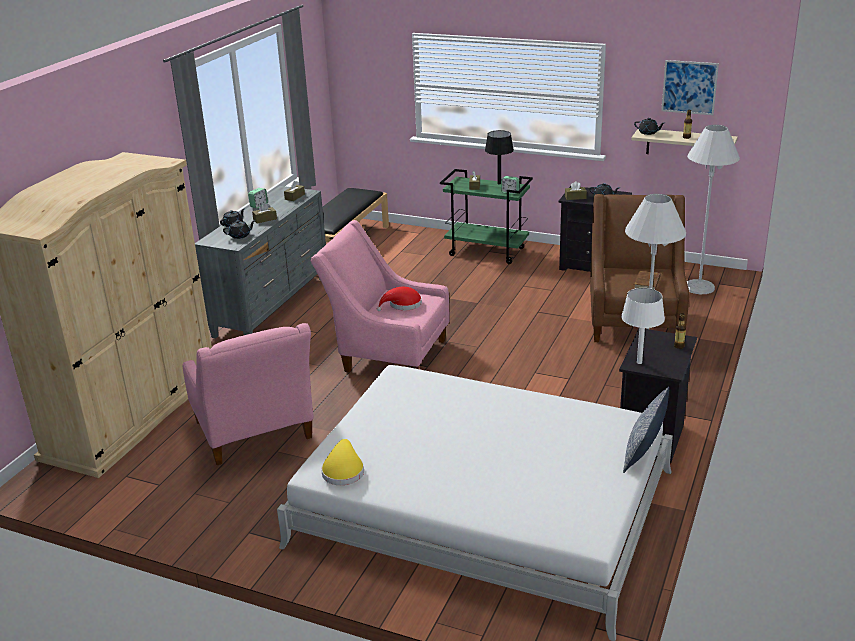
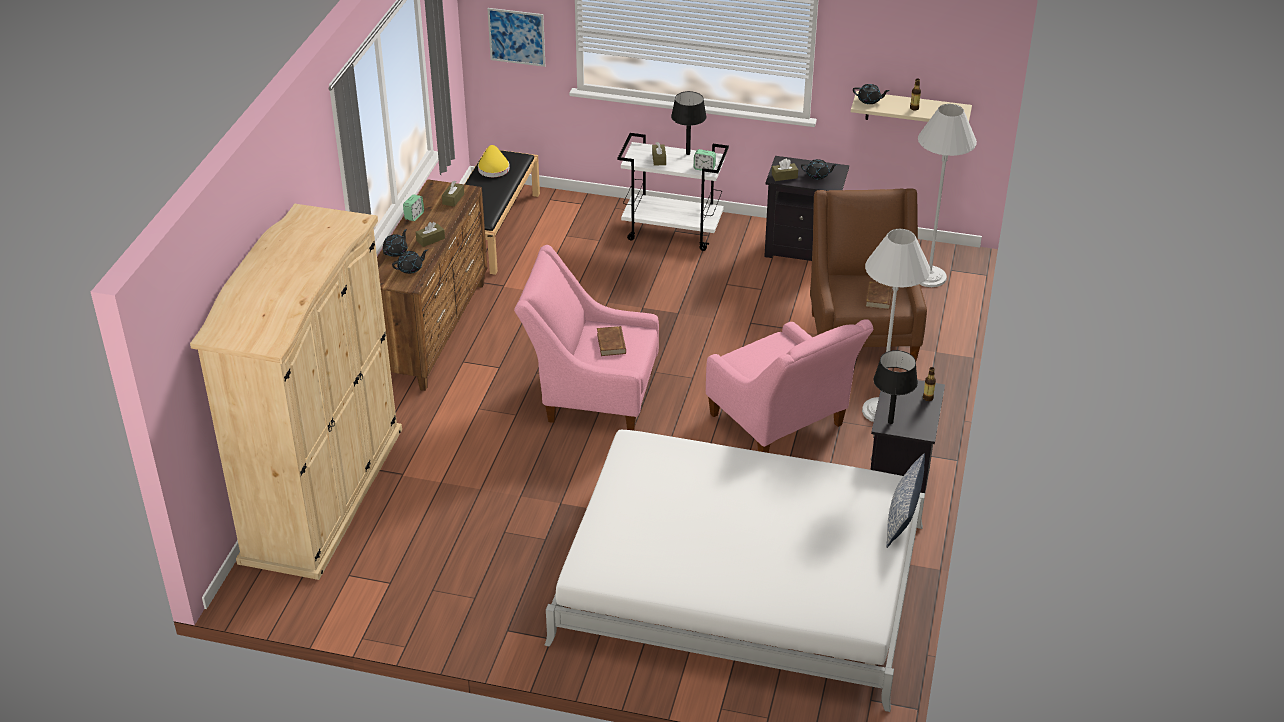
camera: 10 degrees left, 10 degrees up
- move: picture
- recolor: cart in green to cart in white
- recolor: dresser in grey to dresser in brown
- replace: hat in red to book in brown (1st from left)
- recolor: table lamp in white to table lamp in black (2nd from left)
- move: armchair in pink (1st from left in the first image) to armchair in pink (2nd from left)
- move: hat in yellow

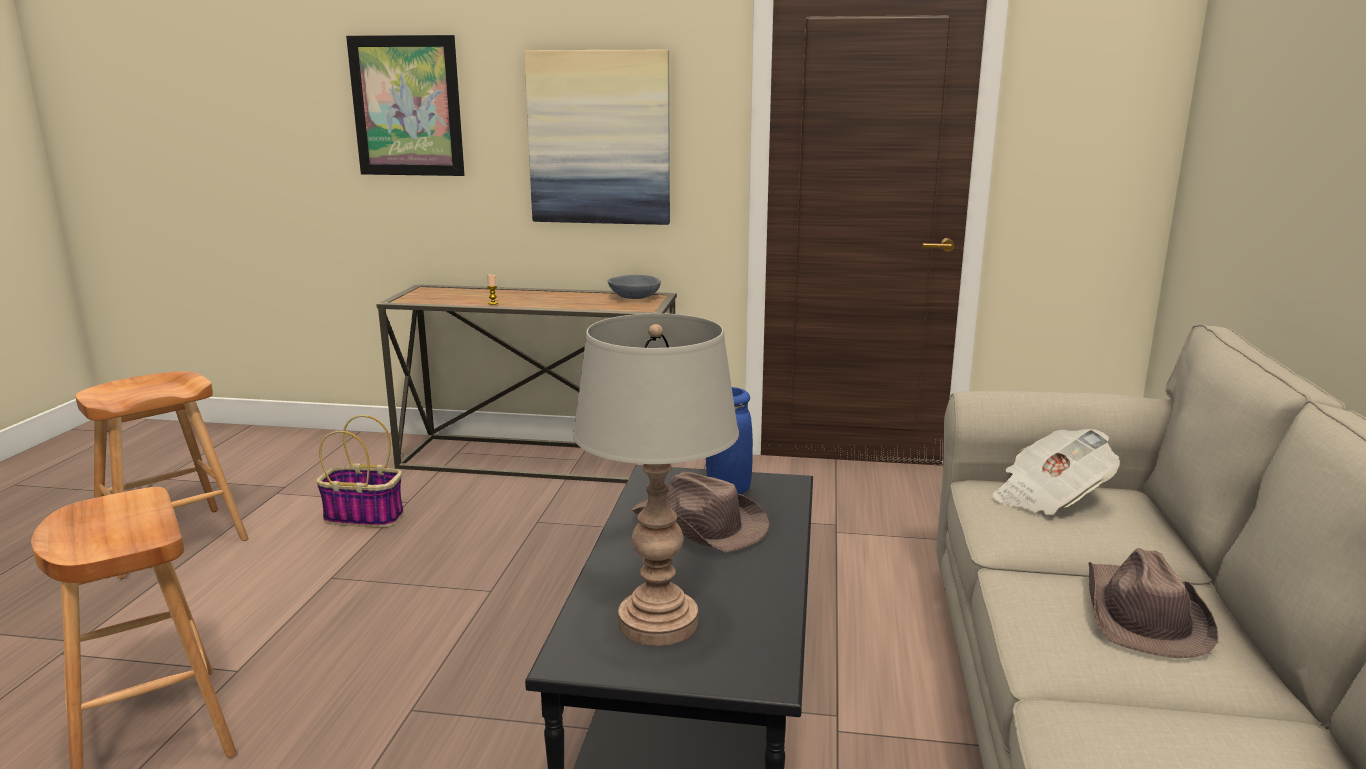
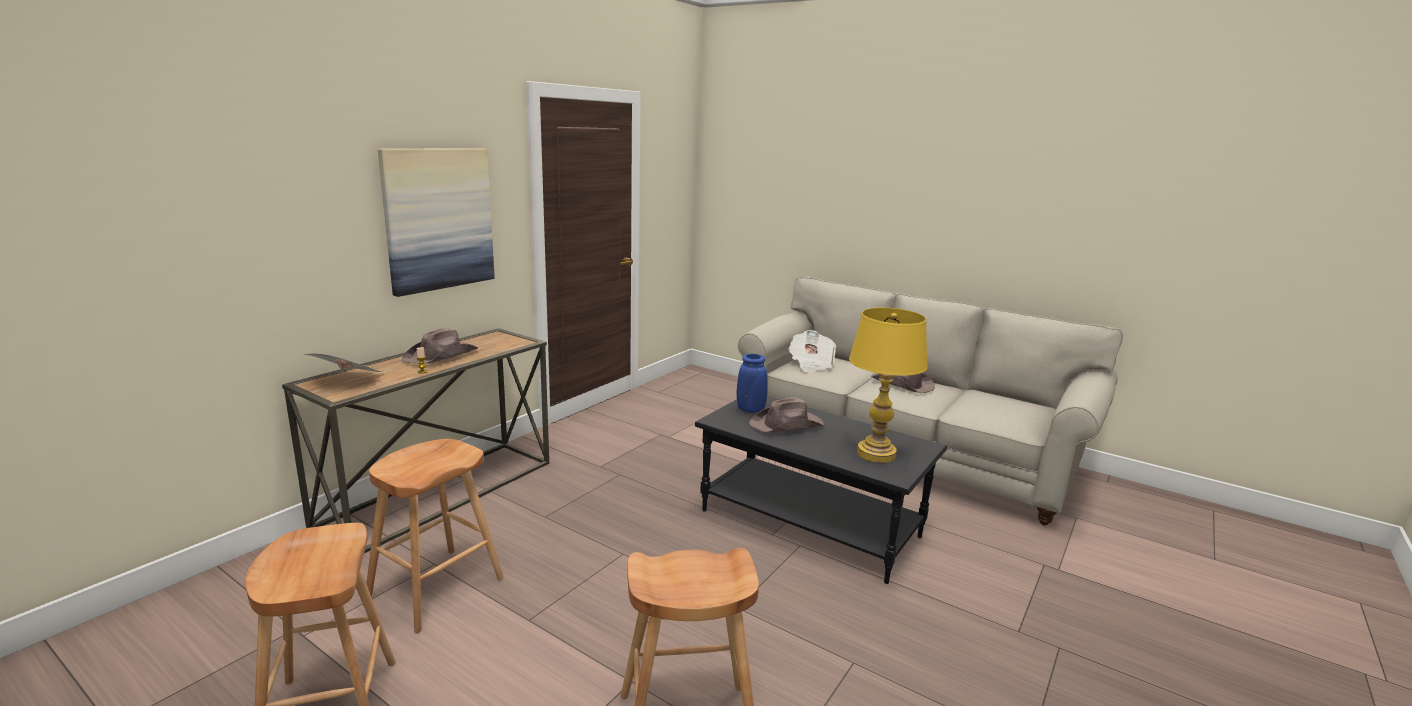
camera: 65 degrees left, 0 degrees up
- delete: picture (1st from left)
- delete: bowl in grey
- recolor: table lamp in grey to table lamp in yellow
- replace: basket to stool in brown (2nd from left)
- insert: hat in brown (1st from left)
- insert: newspaper (1st from left)

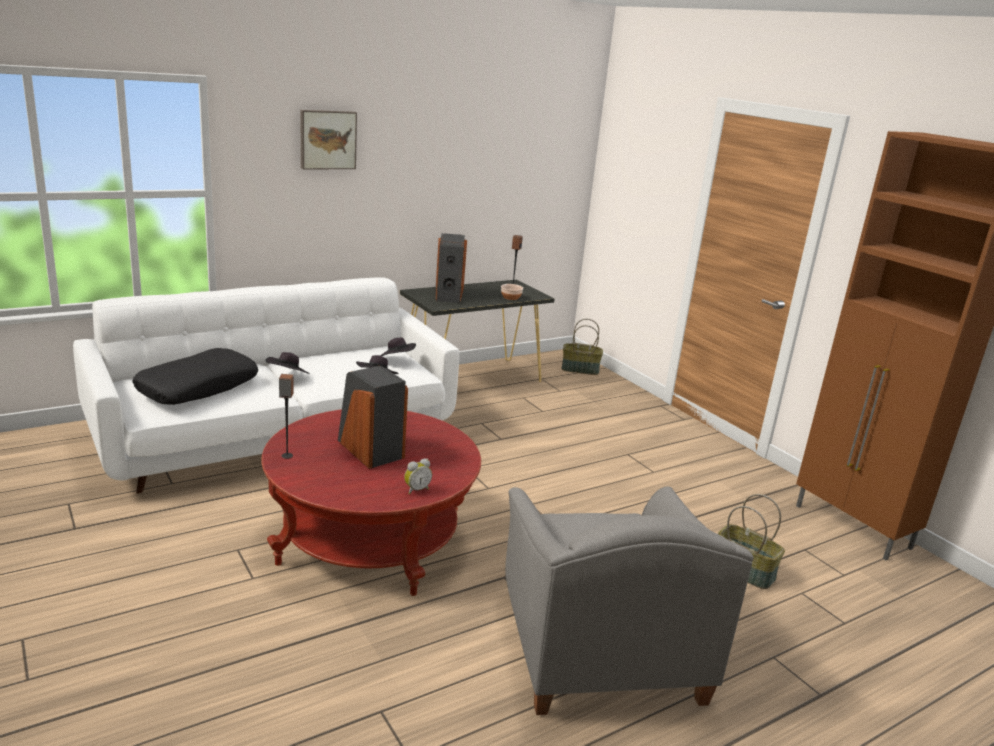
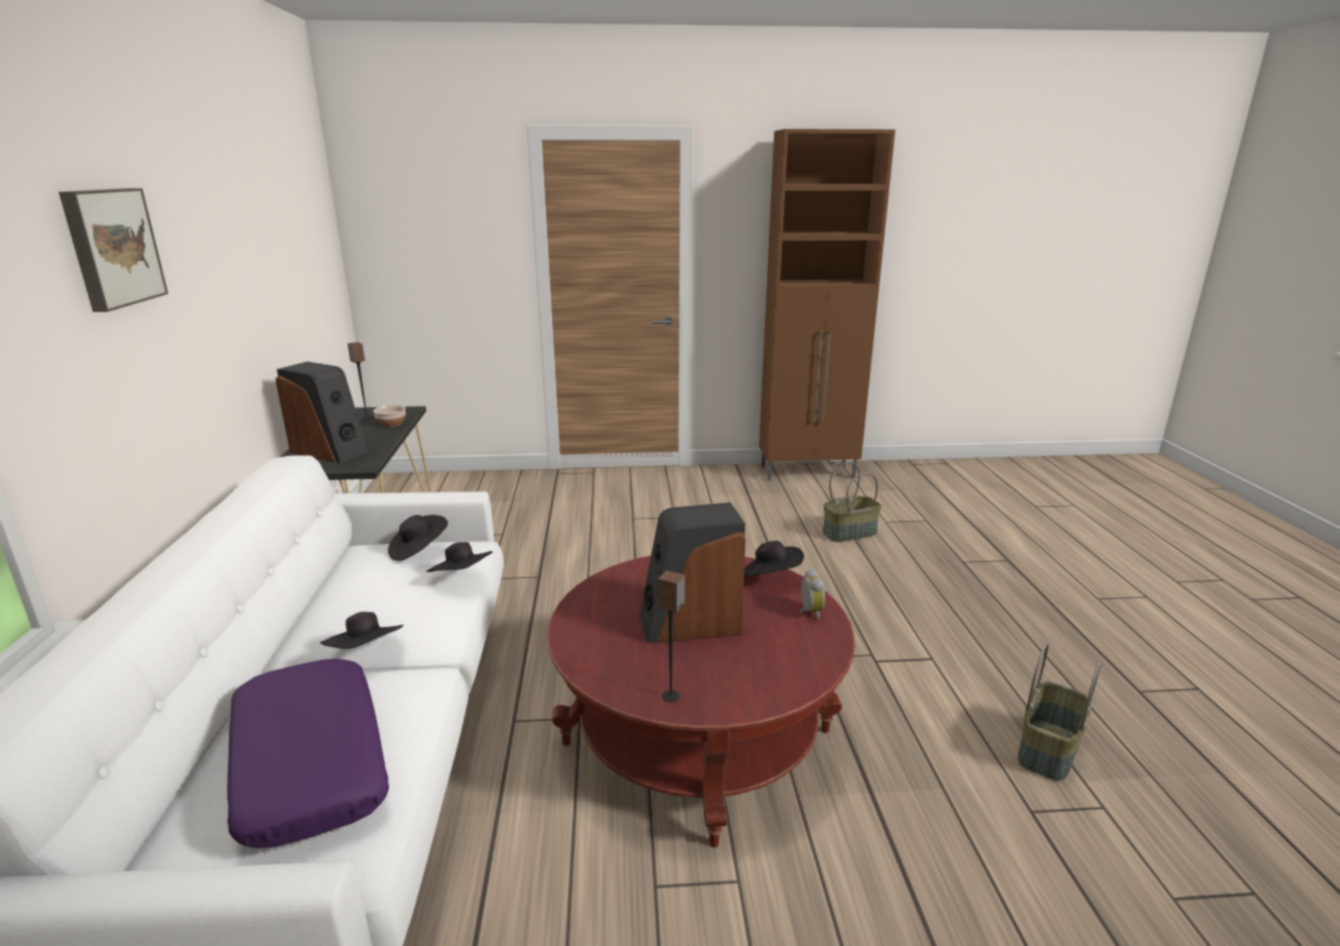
camera: 60 degrees left, 0 degrees up
- move: basket (1st from left in the first image) to basket (2nd from left)
- recolor: pillow in black to pillow in purple
- delete: armchair in grey
- insert: hat in black (4th from left)

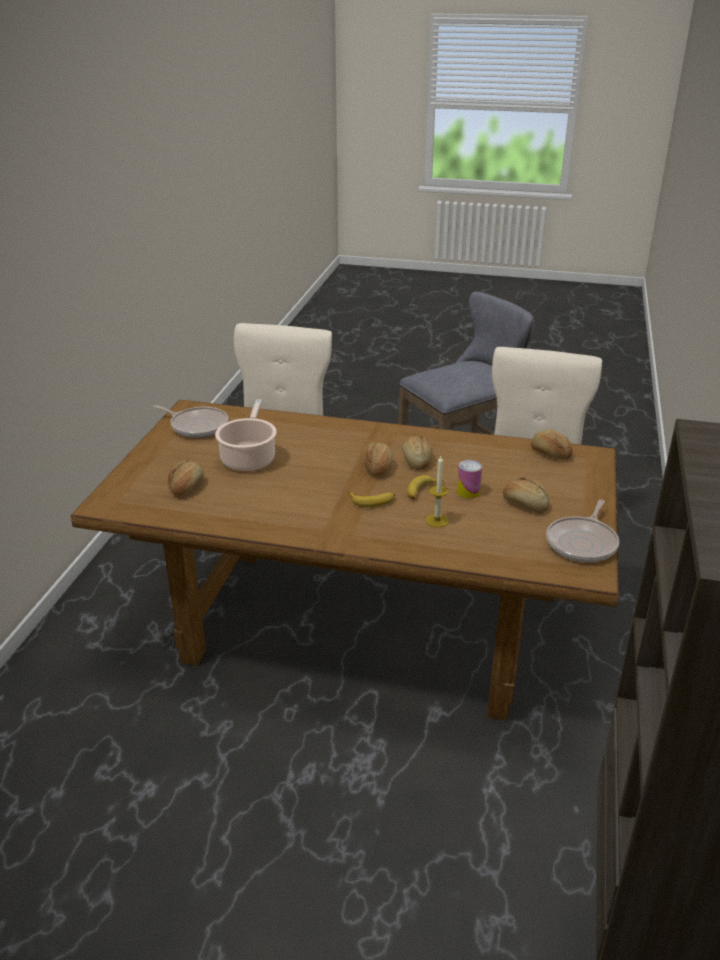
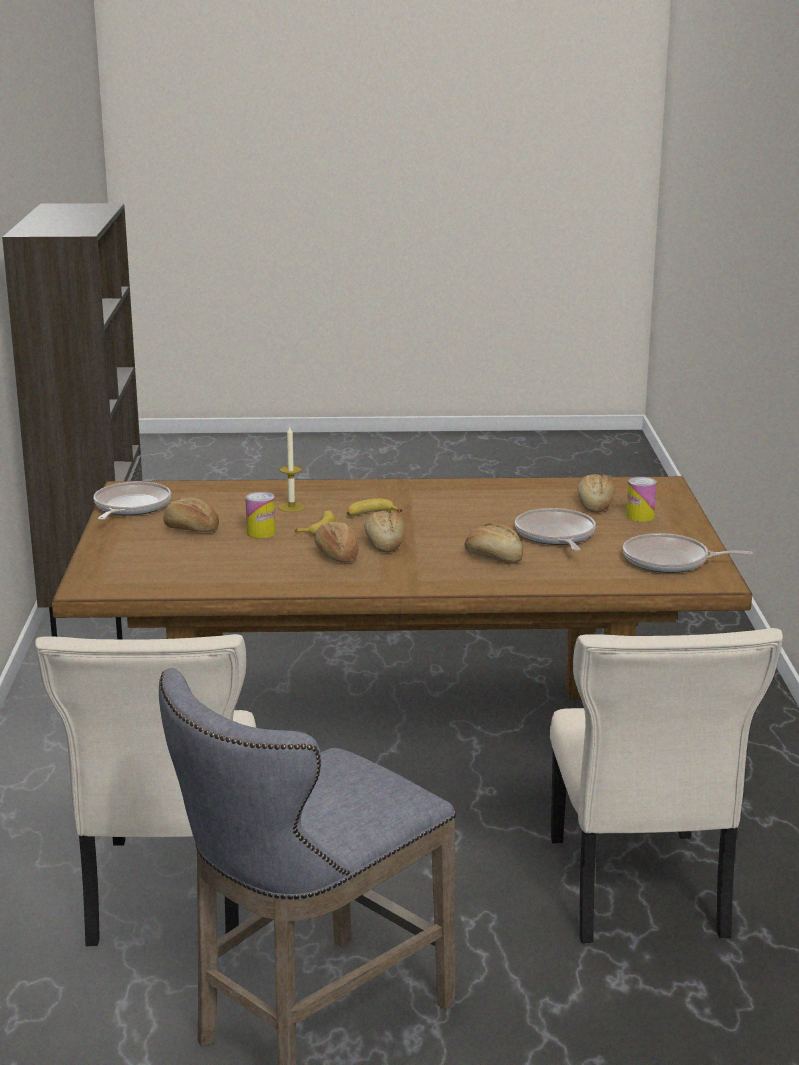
camera: 165 degrees right, 10 degrees down
- replace: cooking pot to frying pan (2nd from left)
- move: bread (5th from left in the first image) to bread (4th from left)
- insert: can (2nd from left)

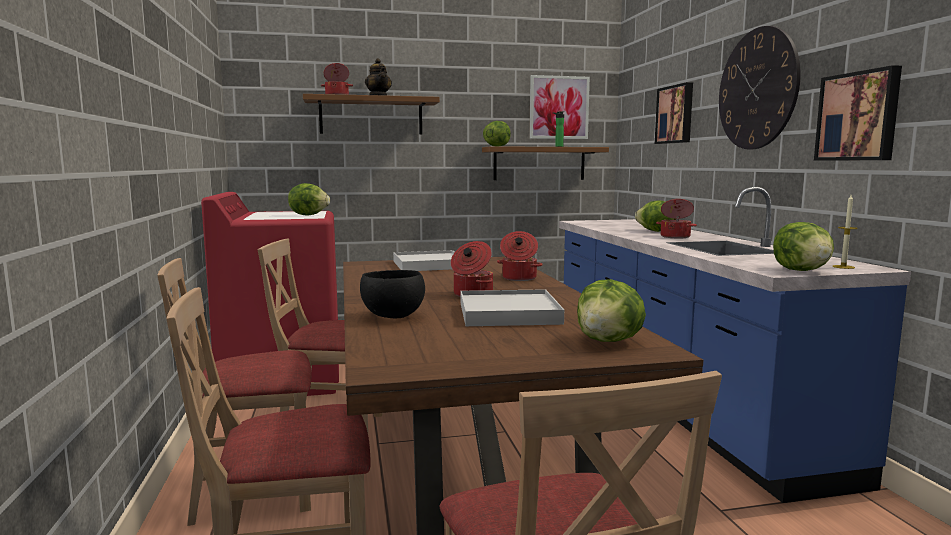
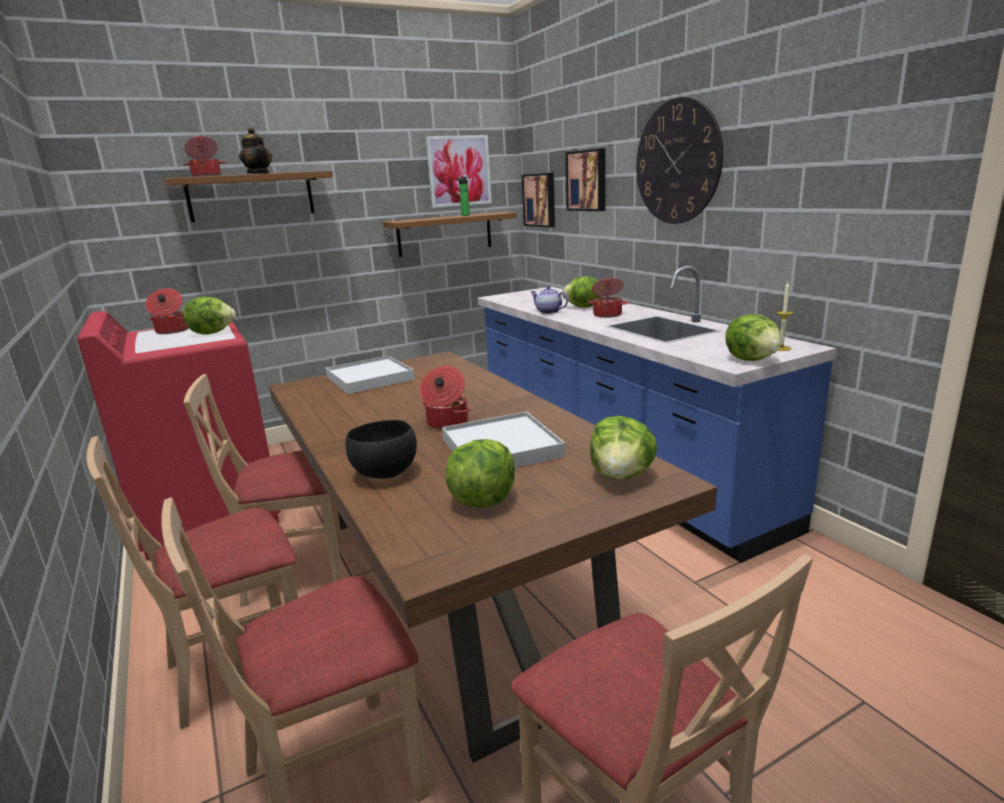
camera: 15 degrees left, 10 degrees up
- move: picture (3rd from left in the first image) to picture (2nd from left)
- move: lettuce (2nd from left)
- move: cooking pot (3rd from left in the first image) to cooking pot (1st from left)
- insert: teapot (2nd from left)

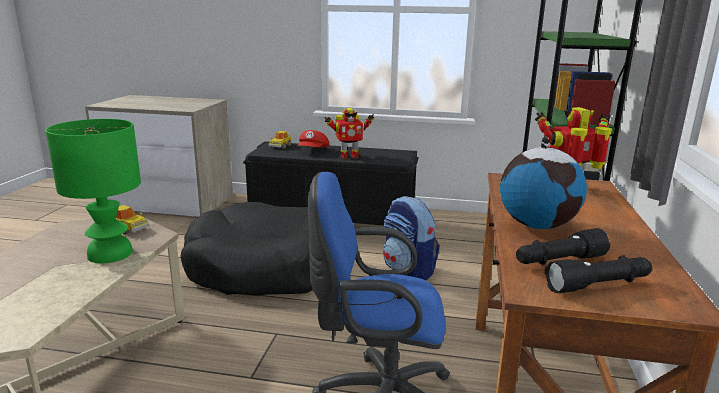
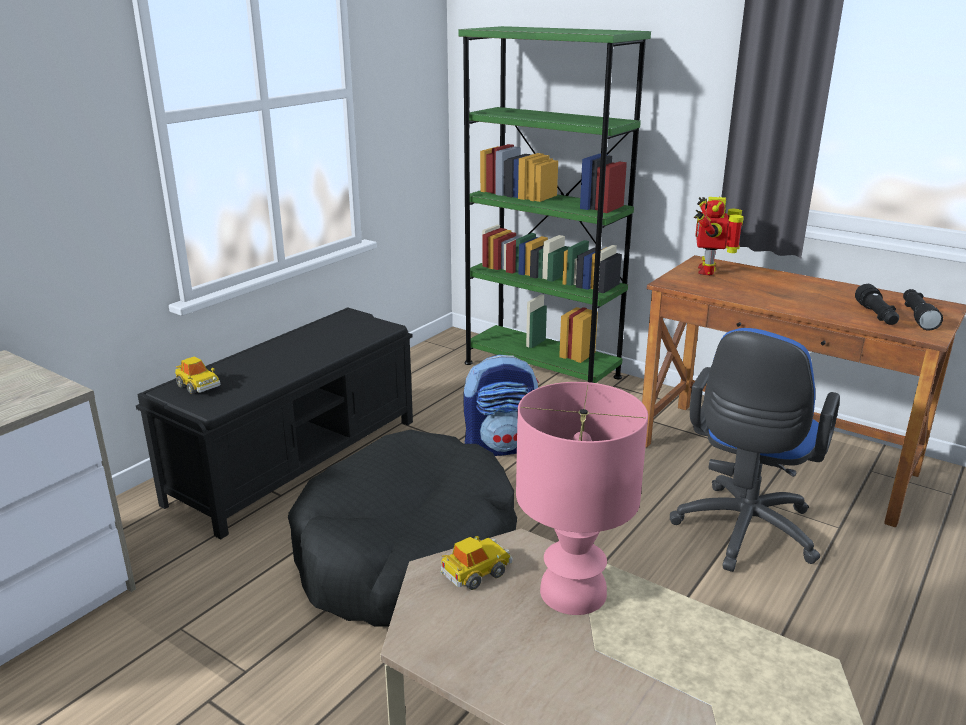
camera: 65 degrees left, 5 degrees up
- delete: toy robot (1st from left)
- recolor: table lamp in green to table lamp in pink
- delete: cap in red
- delete: globe

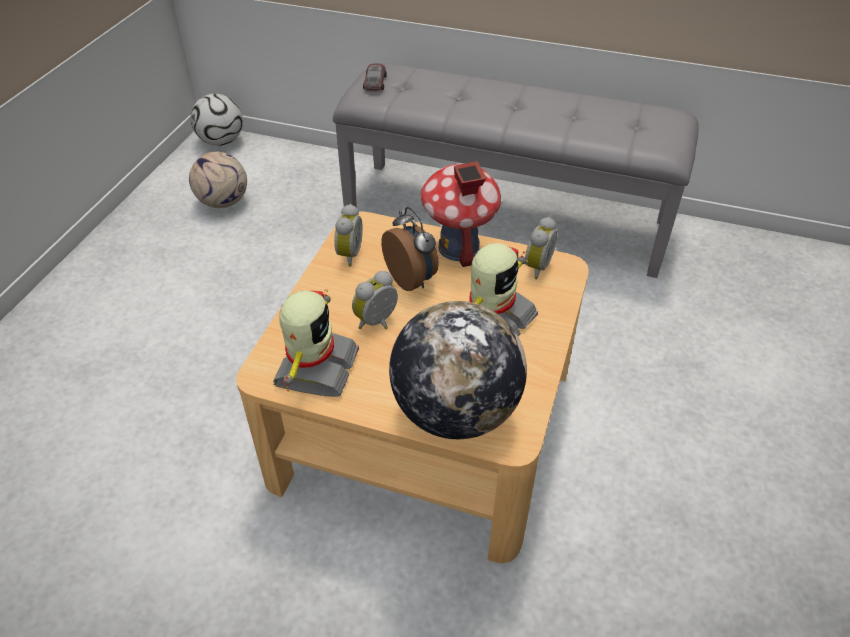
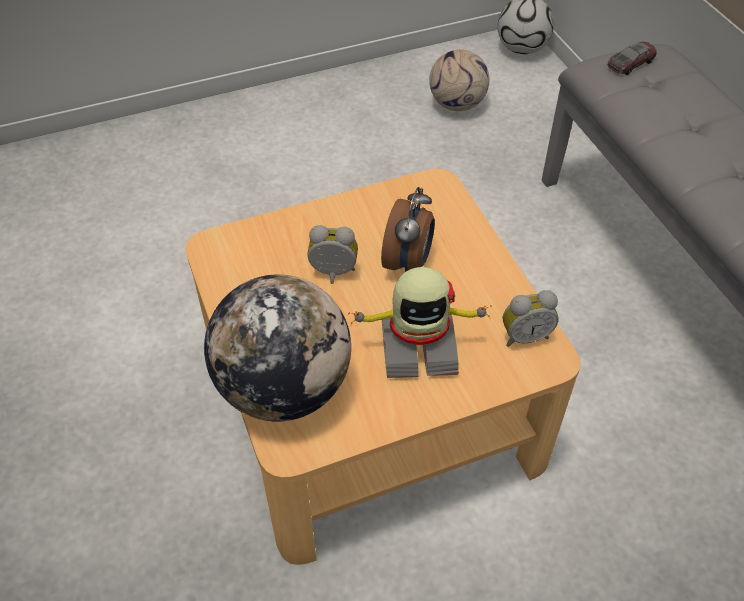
camera: 50 degrees right, 5 degrees up
- delete: toy house
- delete: alarm clock (1st from left)
- delete: toy robot (1st from left)

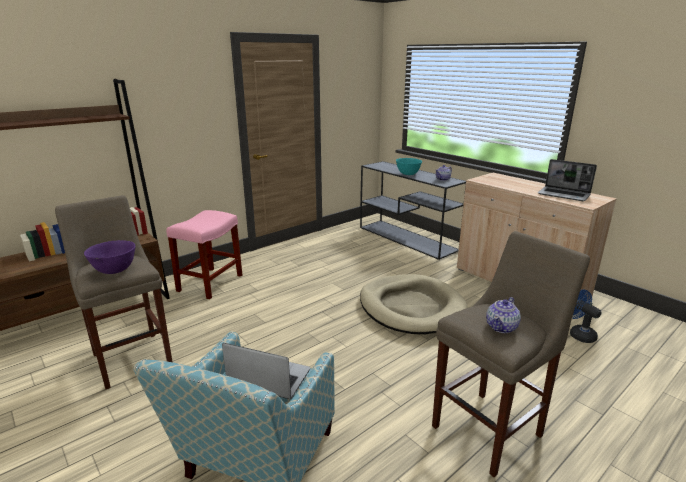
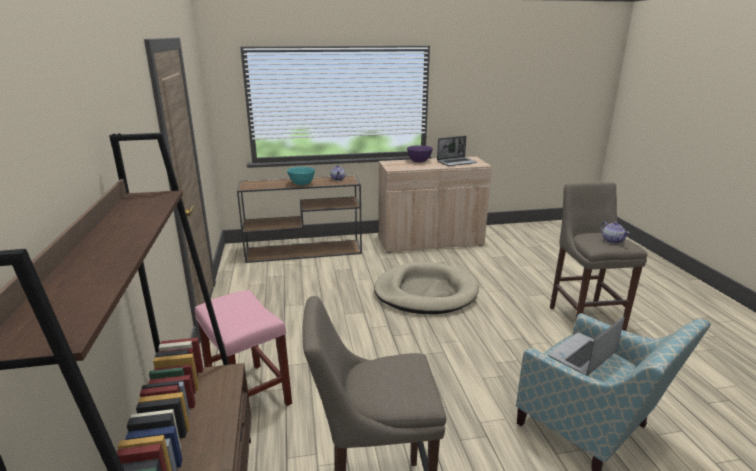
camera: 60 degrees left, 0 degrees up
- recolor: console table in grey to console table in brown
- move: bowl in purple
- delete: fan in blue

